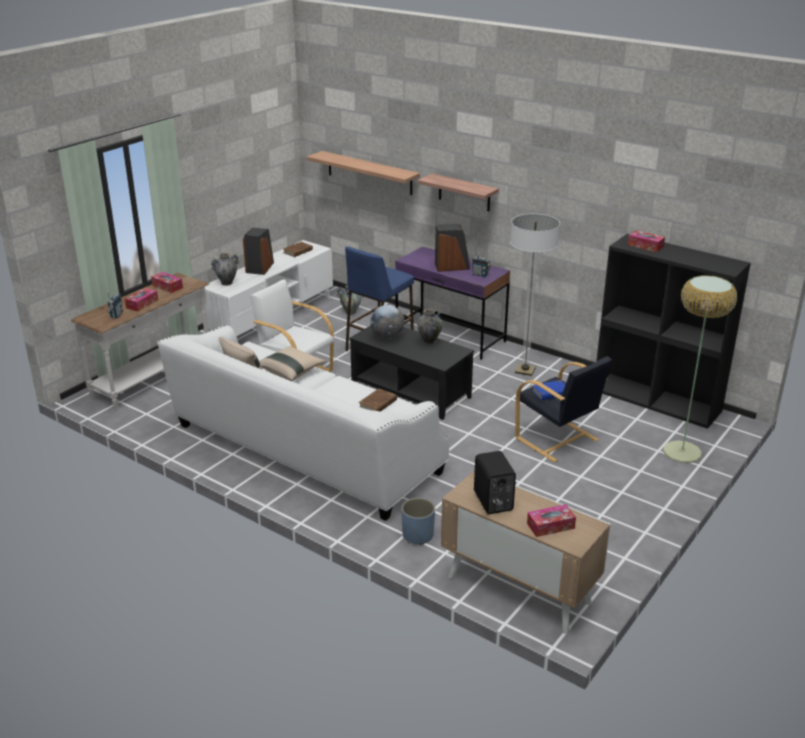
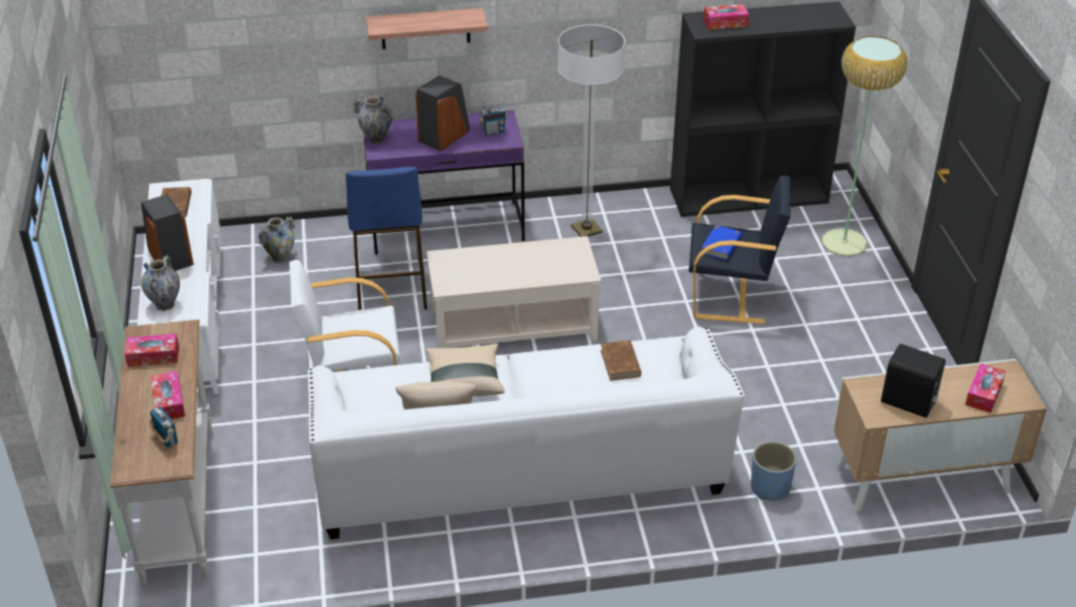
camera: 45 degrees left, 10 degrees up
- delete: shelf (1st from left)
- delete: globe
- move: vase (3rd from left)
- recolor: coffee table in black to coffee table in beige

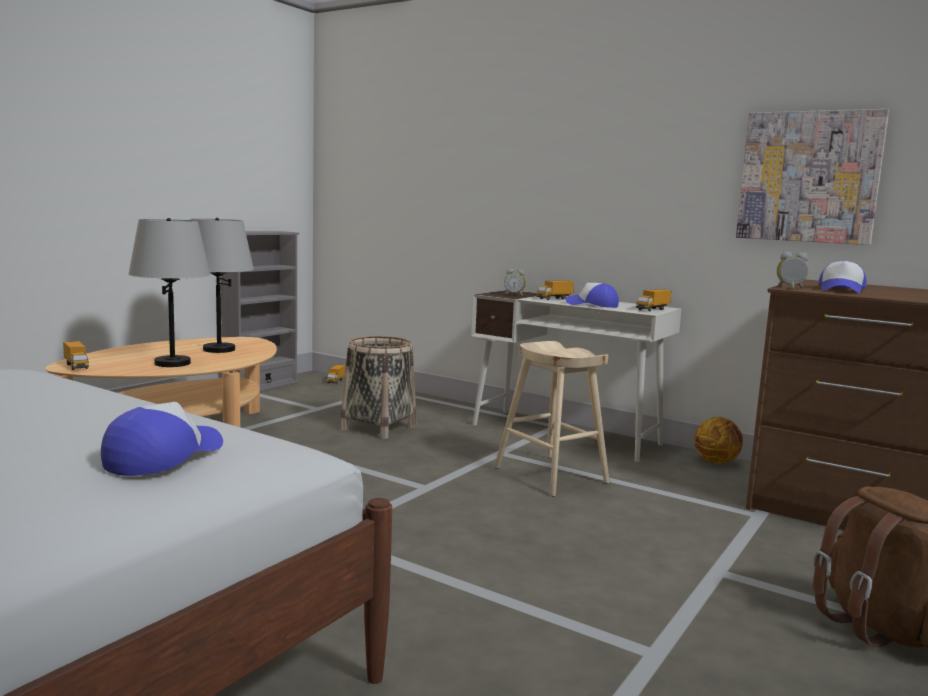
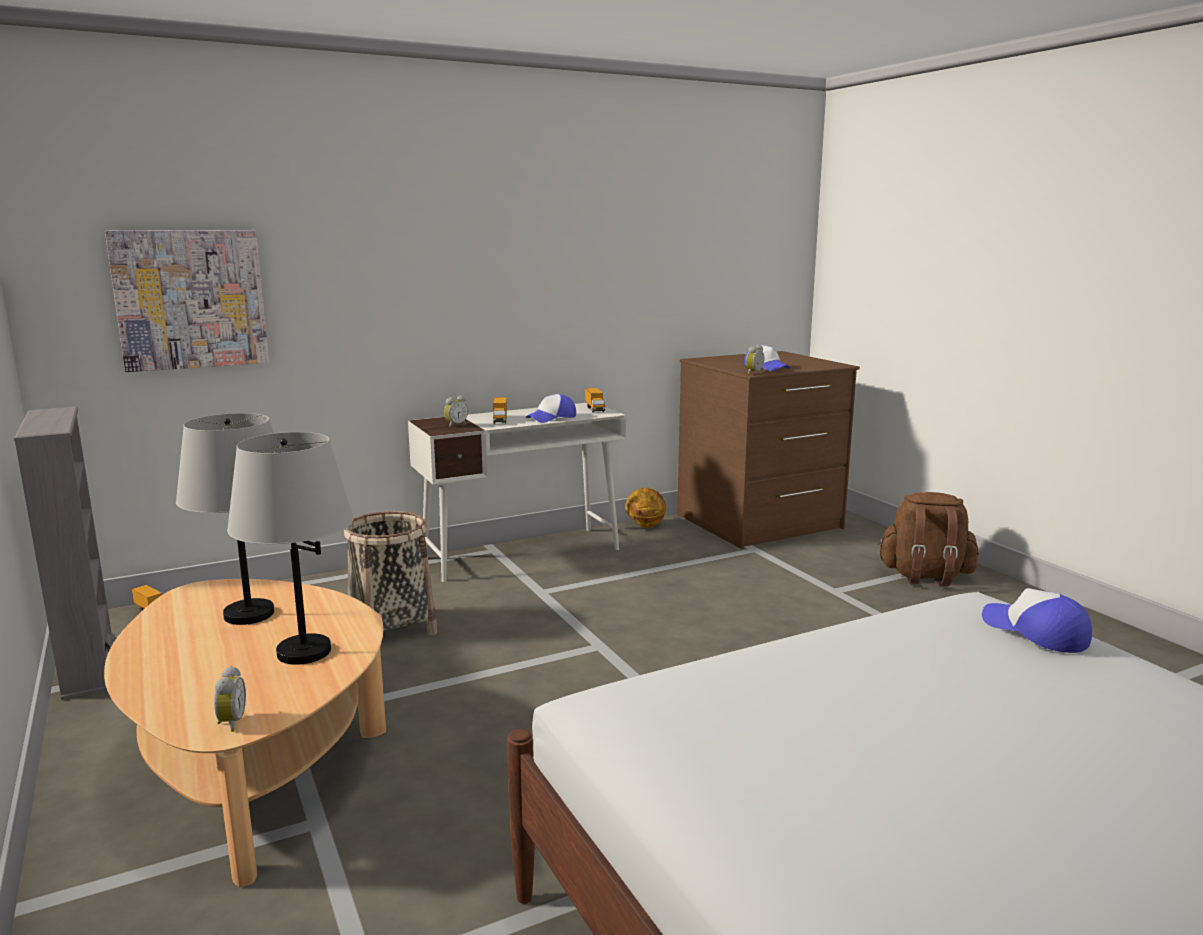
camera: 60 degrees left, 5 degrees up
- move: picture
- replace: toy truck (1st from left) to alarm clock (1st from left)
- delete: stool in beige

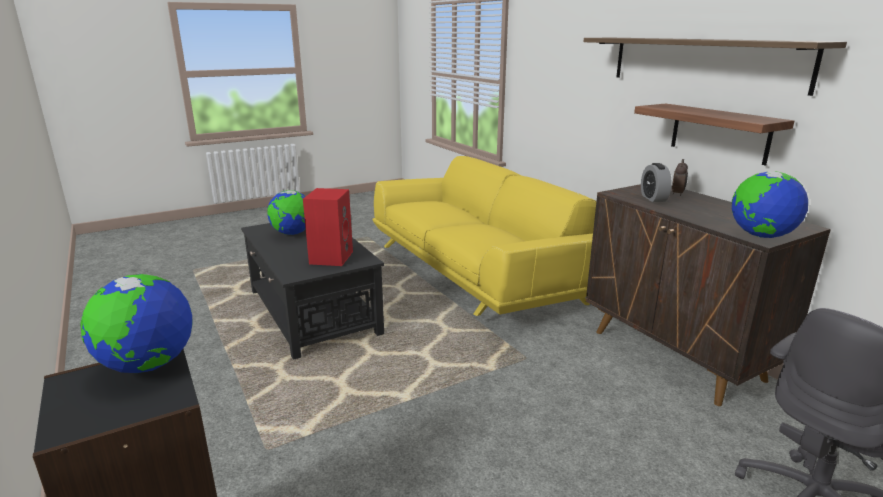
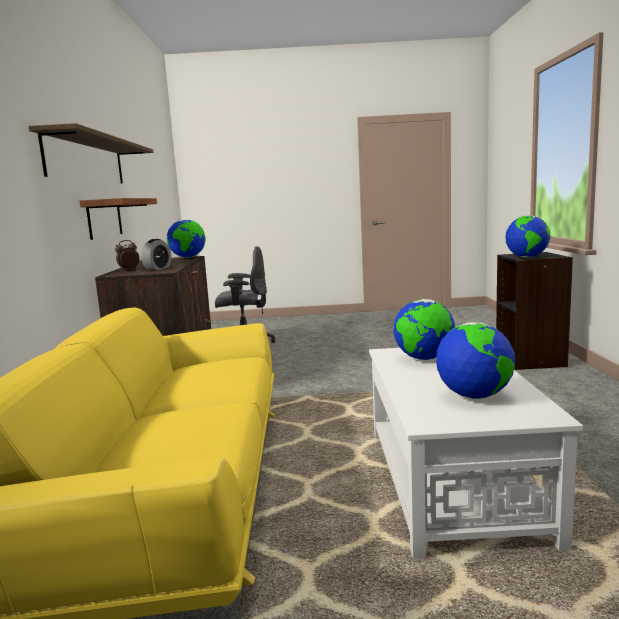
camera: 150 degrees left, 10 degrees down
- replace: speaker in red to globe (2nd from left)
- recolor: coffee table in black to coffee table in white

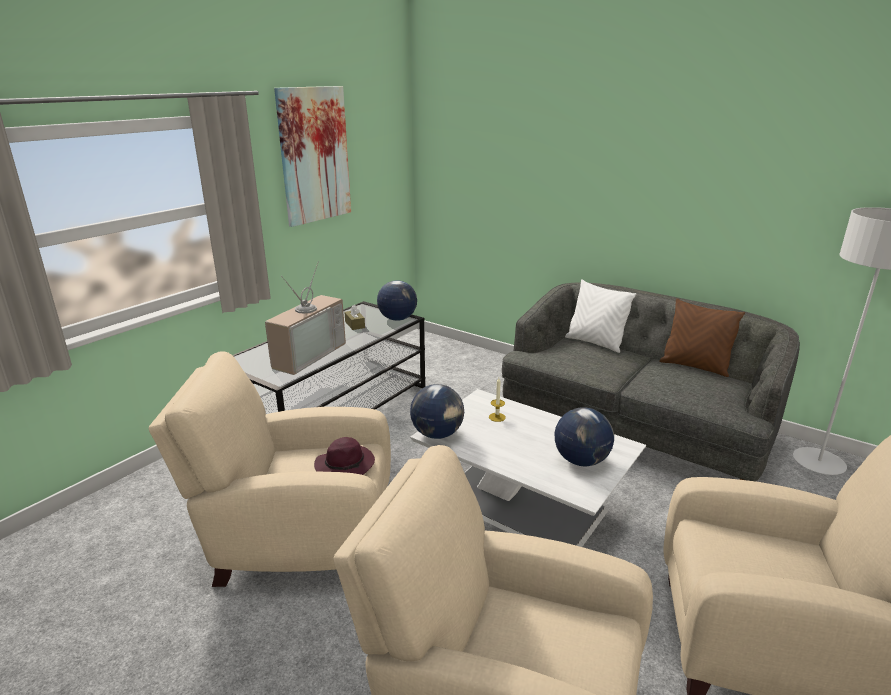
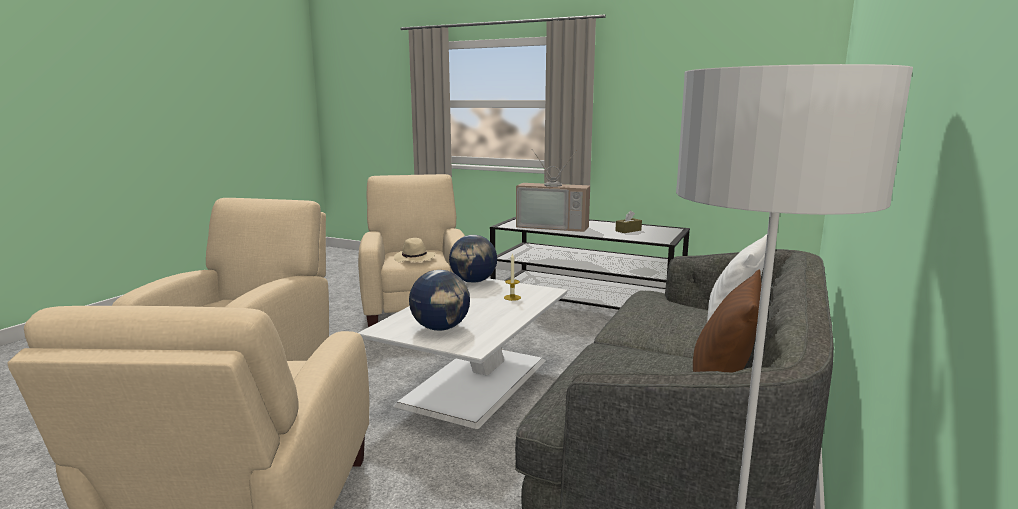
camera: 80 degrees right, 10 degrees down
- delete: picture
- delete: globe (1st from left)
- recolor: hat in purple to hat in beige

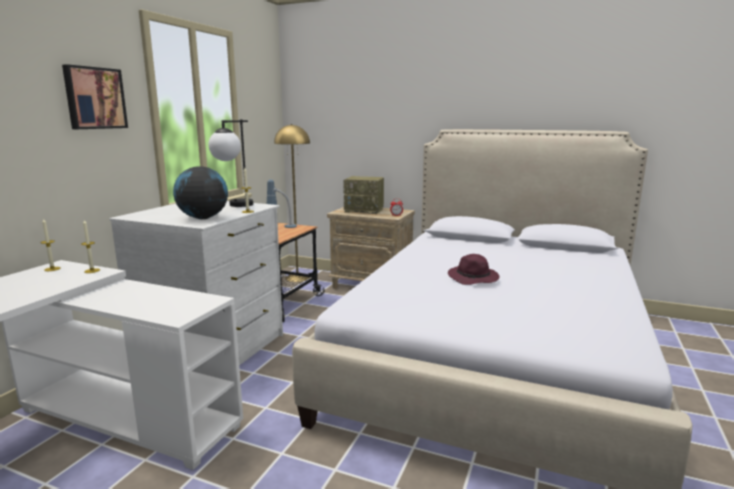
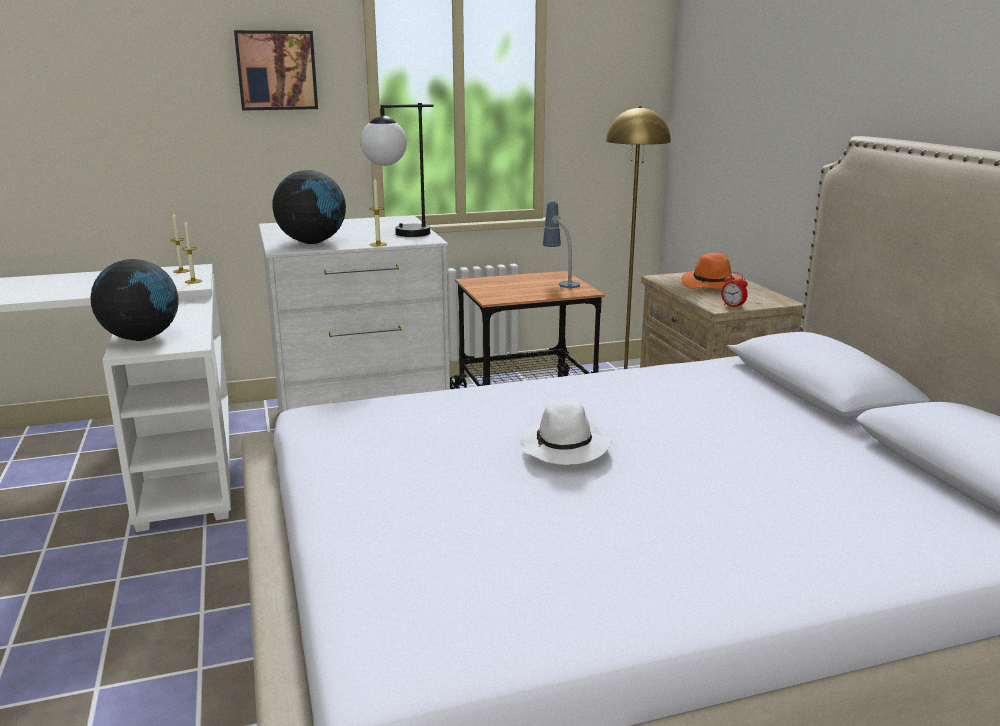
camera: 50 degrees right, 5 degrees up
- replace: radio to hat in orange
- recolor: hat in purple to hat in white
- insert: globe (1st from left)

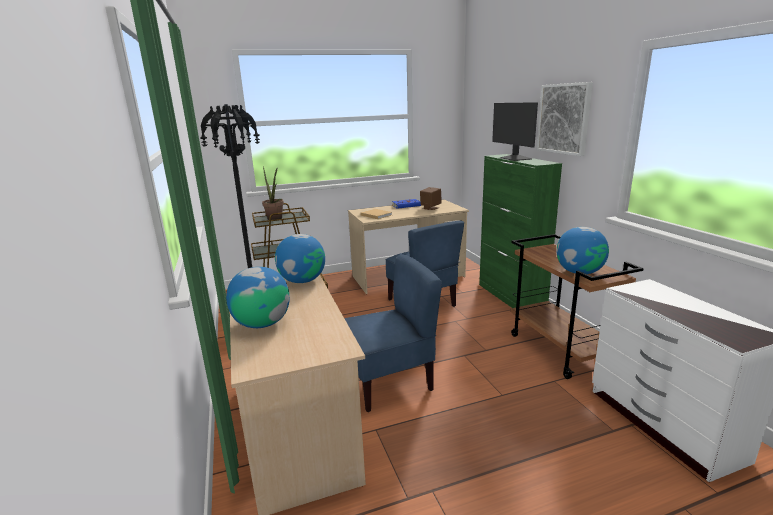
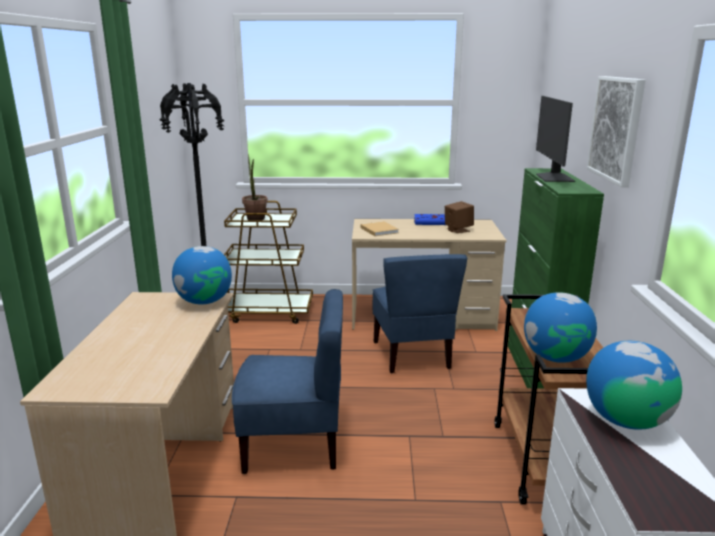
camera: 20 degrees right, 0 degrees up
- move: globe (1st from left in the first image) to globe (3rd from left)

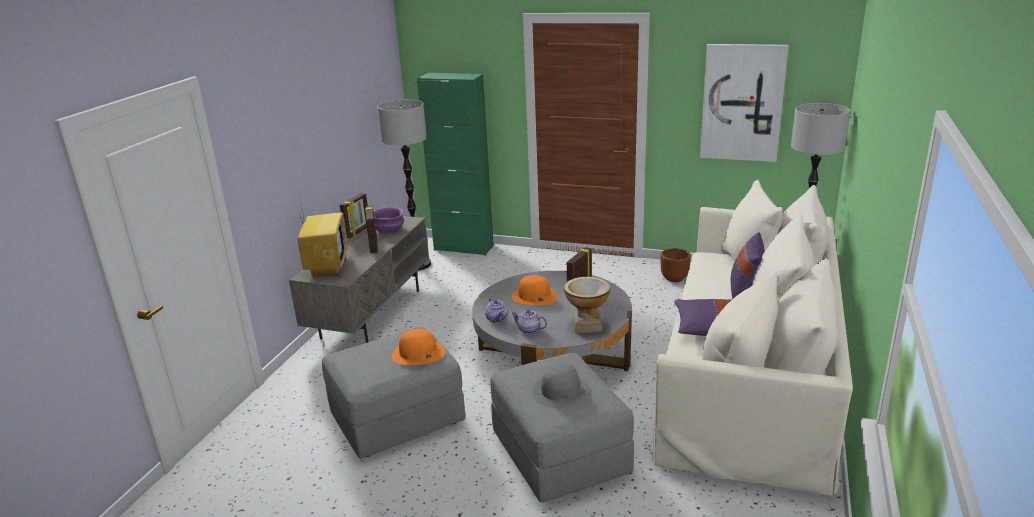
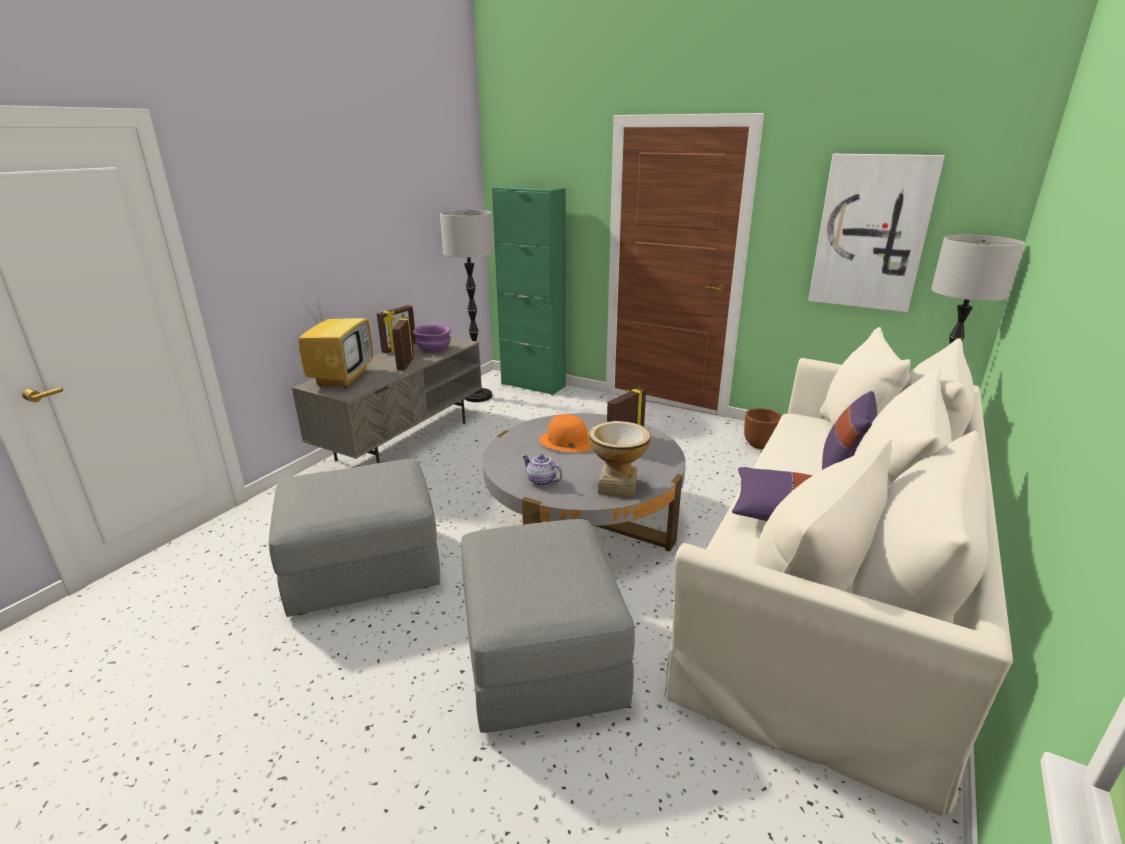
camera: 10 degrees right, 0 degrees up
- delete: teapot (1st from left)
- delete: hat in orange (1st from left)
- delete: hat in grey

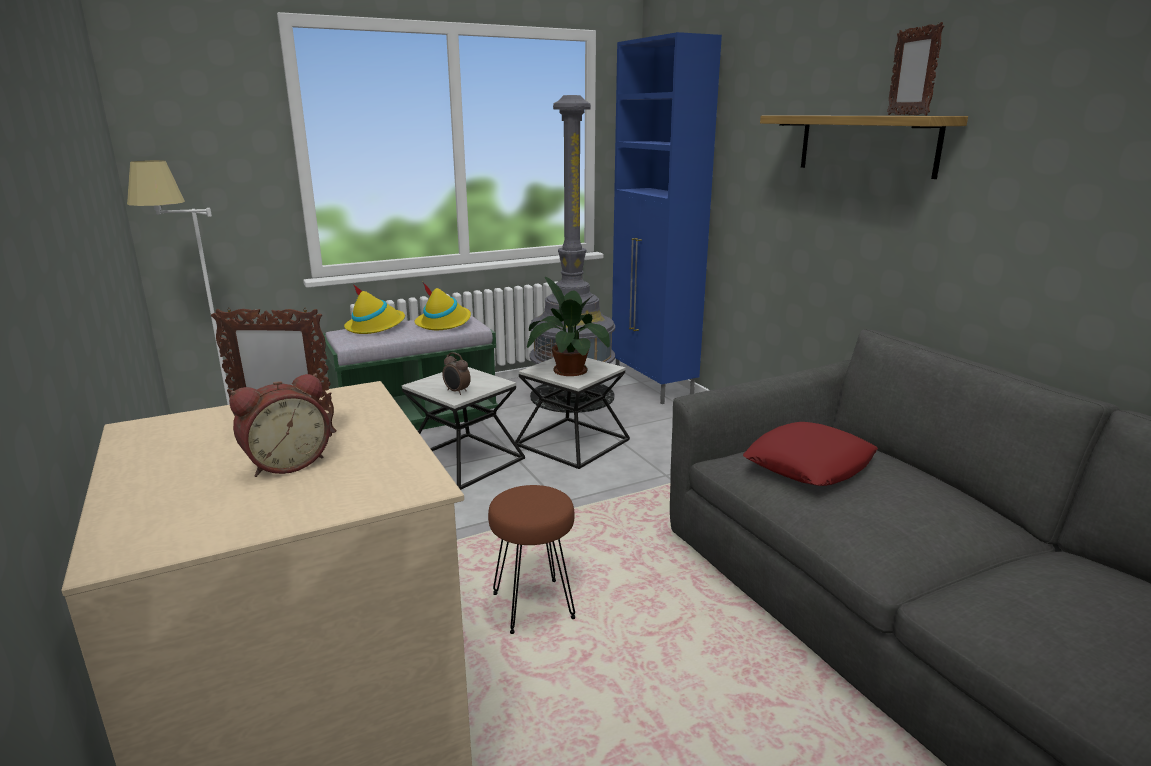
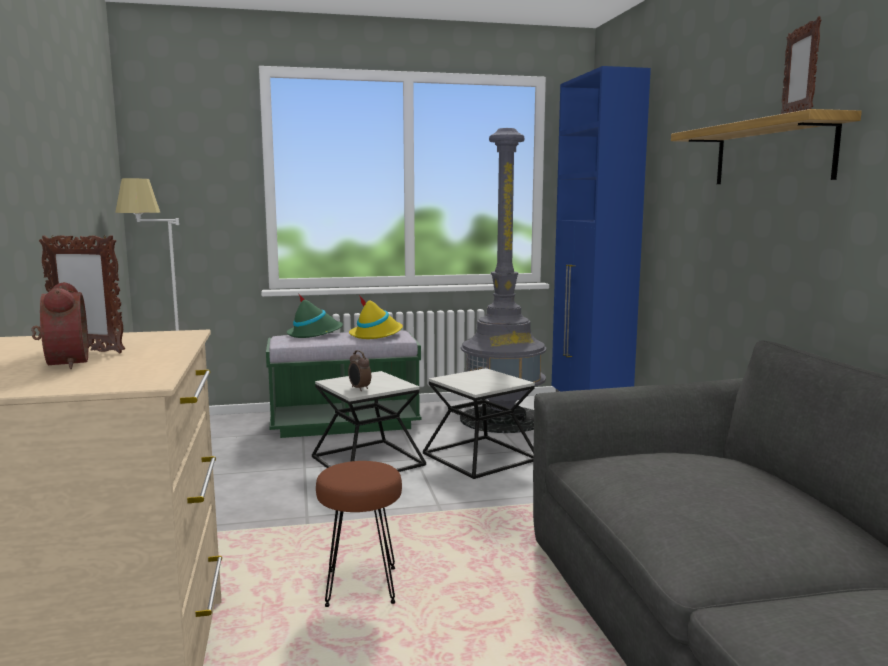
camera: 15 degrees right, 10 degrees down
- delete: potted plant
- recolor: hat in yellow (1st from left) to hat in green
- rotate: alarm clock (1st from left) 90 degrees counterclockwise
- delete: pillow in red

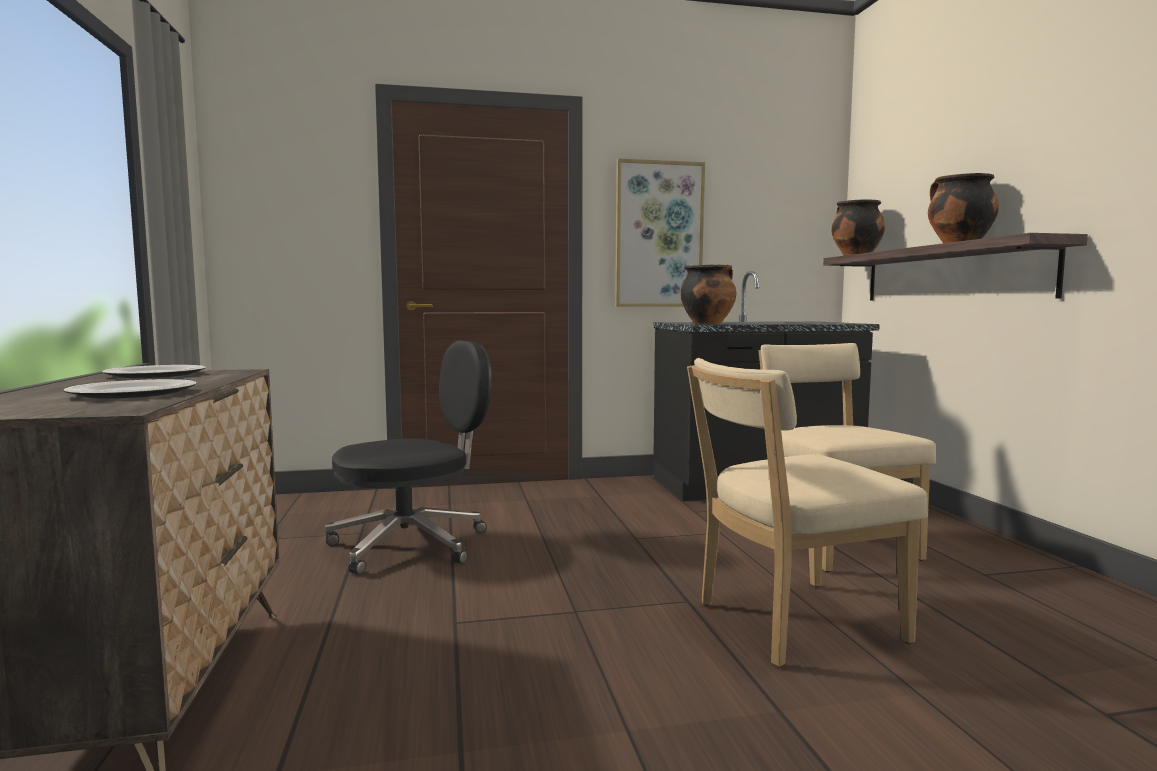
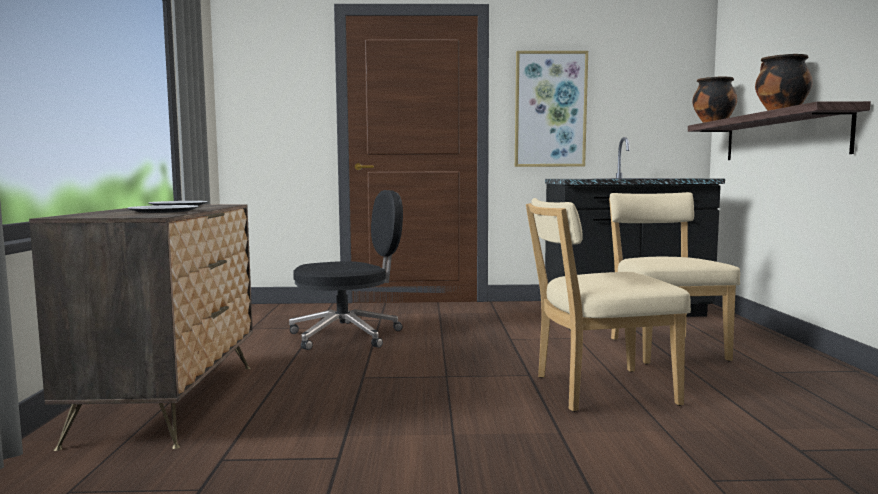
camera: 10 degrees right, 0 degrees up
- delete: cooking pot (1st from left)

